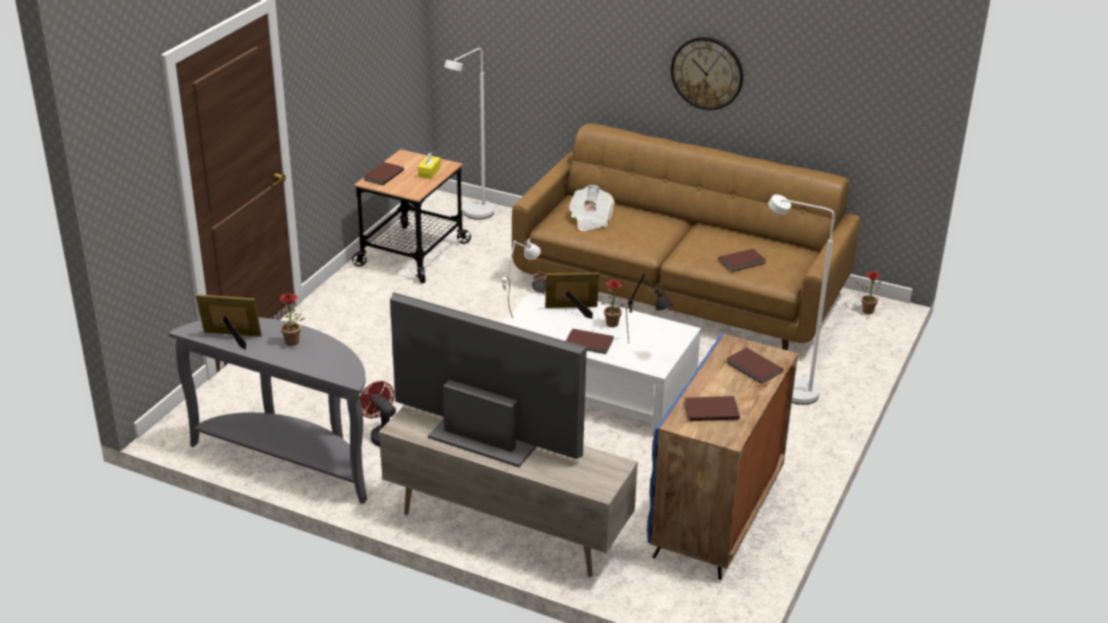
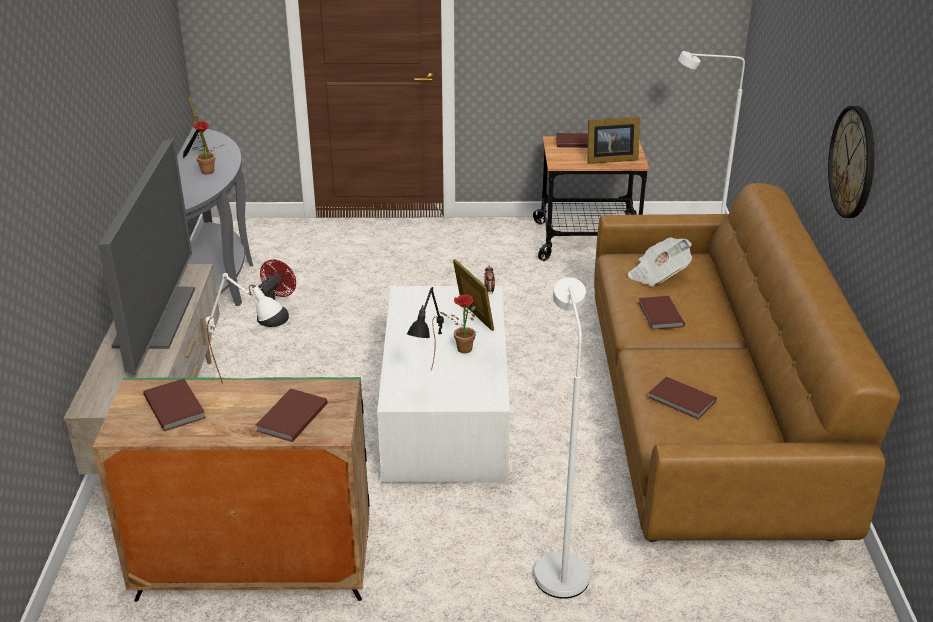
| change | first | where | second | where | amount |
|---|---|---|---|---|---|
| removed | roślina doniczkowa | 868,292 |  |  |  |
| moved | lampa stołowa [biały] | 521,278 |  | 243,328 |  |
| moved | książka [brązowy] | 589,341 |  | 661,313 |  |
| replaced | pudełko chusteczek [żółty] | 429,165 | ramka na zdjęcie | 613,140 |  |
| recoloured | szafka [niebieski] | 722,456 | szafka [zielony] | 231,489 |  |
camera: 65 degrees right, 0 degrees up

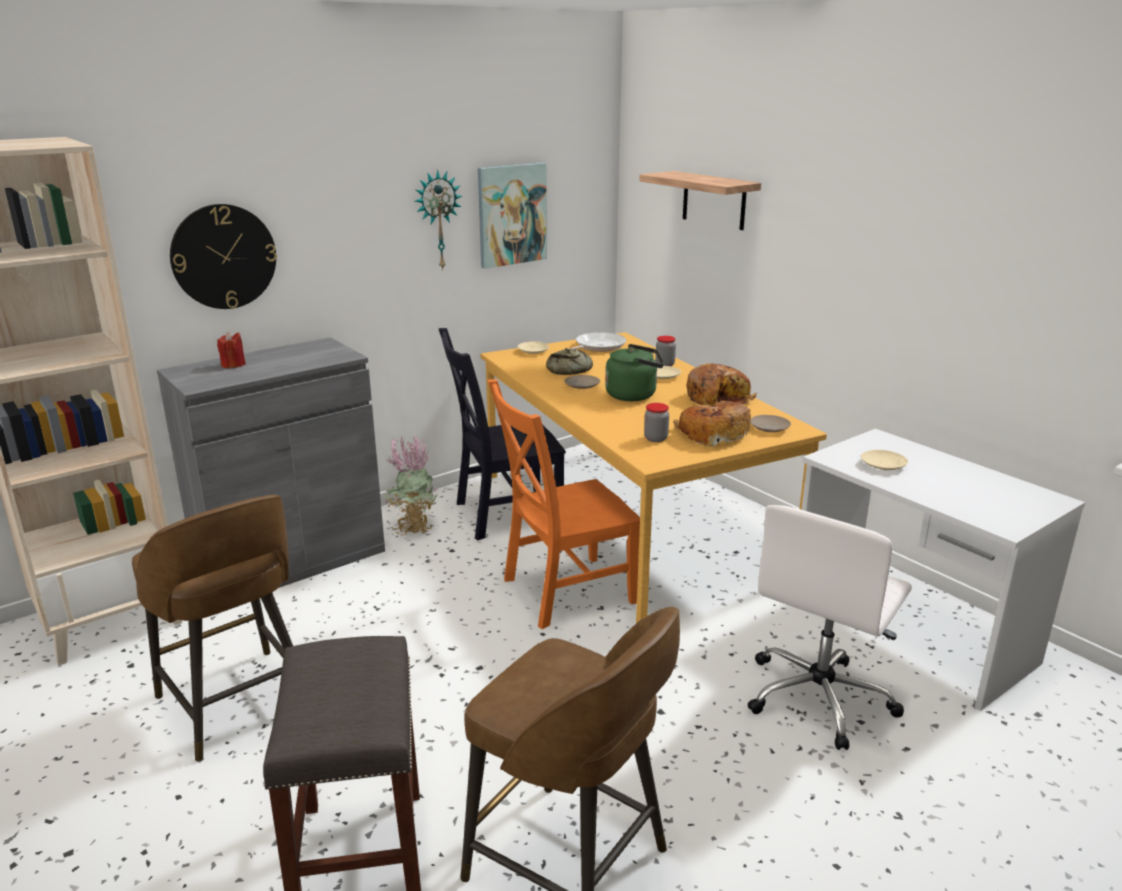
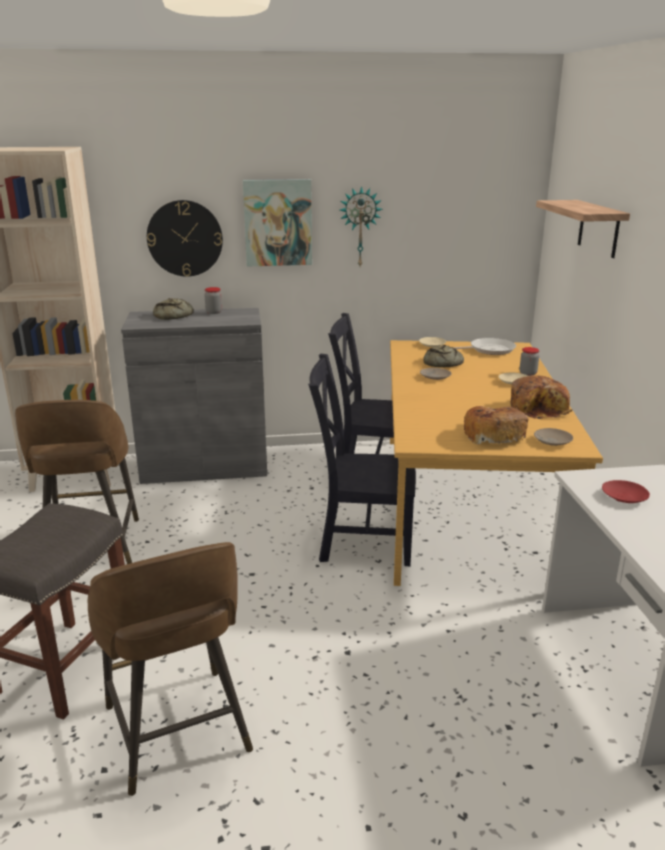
| change | first | where | second | where | amount |
|---|---|---|---|---|---|
| removed | roślina doniczkowa | 410,486 |  |  |  |
| removed | czajnik [zielony] | 634,372 |  |  |  |
| removed | krzesło biurowe [biały] | 829,627 |  |  |  |
| moved | obraz | 512,216 |  | 277,223 |  |
| moved | słoik | 656,422 |  | 213,300 |  |
| replaced | świeca [czerwony] | 231,350 | chleb | 173,309 |  |
| recoloured | krzesło [pomarańczowy] | 564,504 | krzesło [czarny] | 362,460 |  |
| recoloured | talerz [beżowy] | 884,460 | talerz [czerwony] | 626,491 |  |
camera: 30 degrees right, 0 degrees up

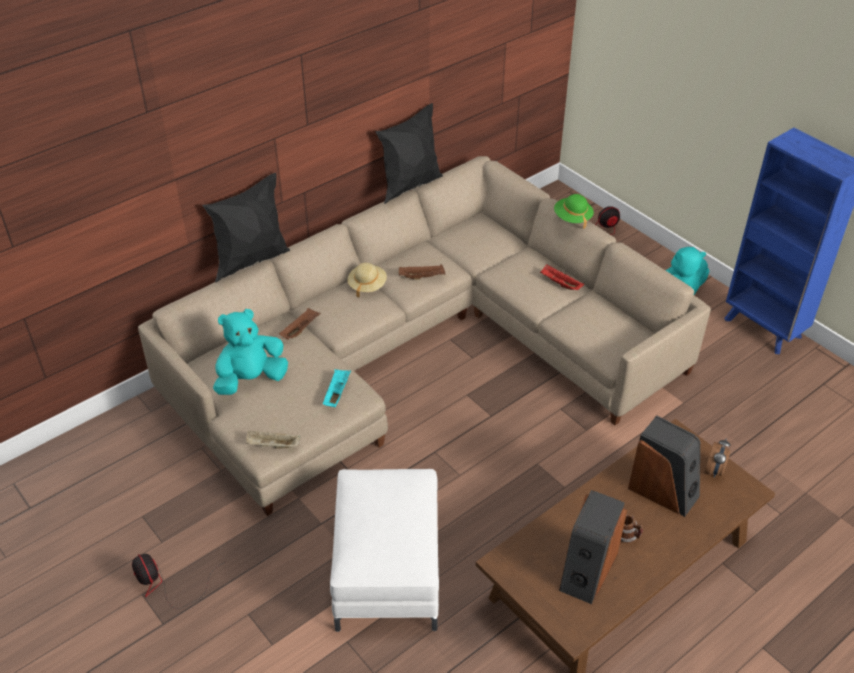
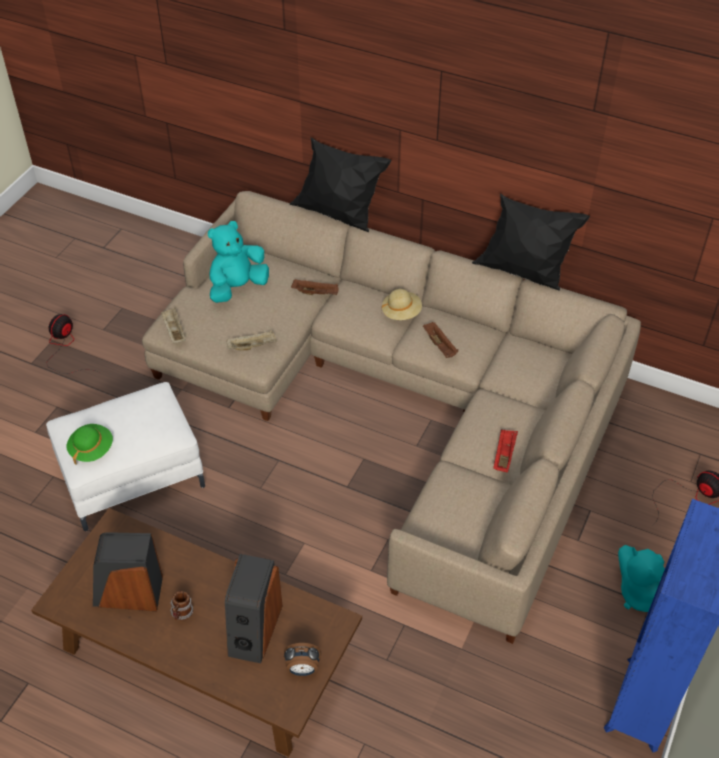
| change | first | where | second | where | amount |
|---|---|---|---|---|---|
| moved | kapelusz [zielony] | 574,211 |  | 90,444 |  |
| recoloured | taca [turkusowy] | 337,388 | taca [beżowy] | 251,340 |  |
| turned | pluszak [turkusowy] | 250,352 |  | 238,262 | 75 degrees counterclockwise |
camera: 65 degrees right, 5 degrees up

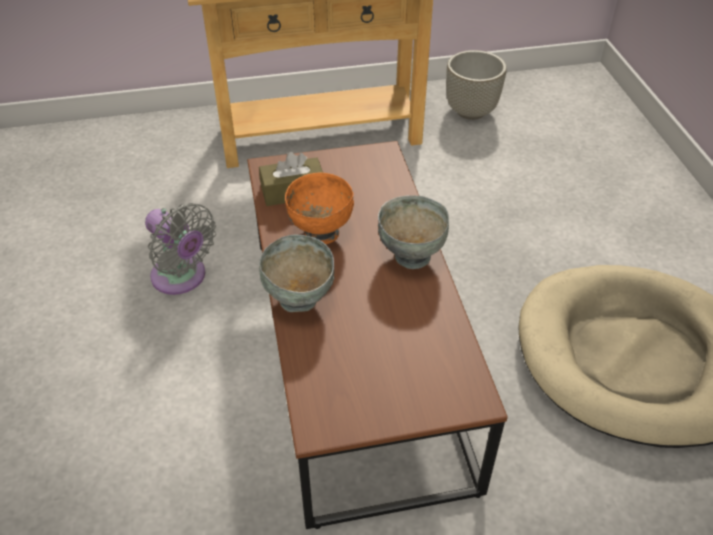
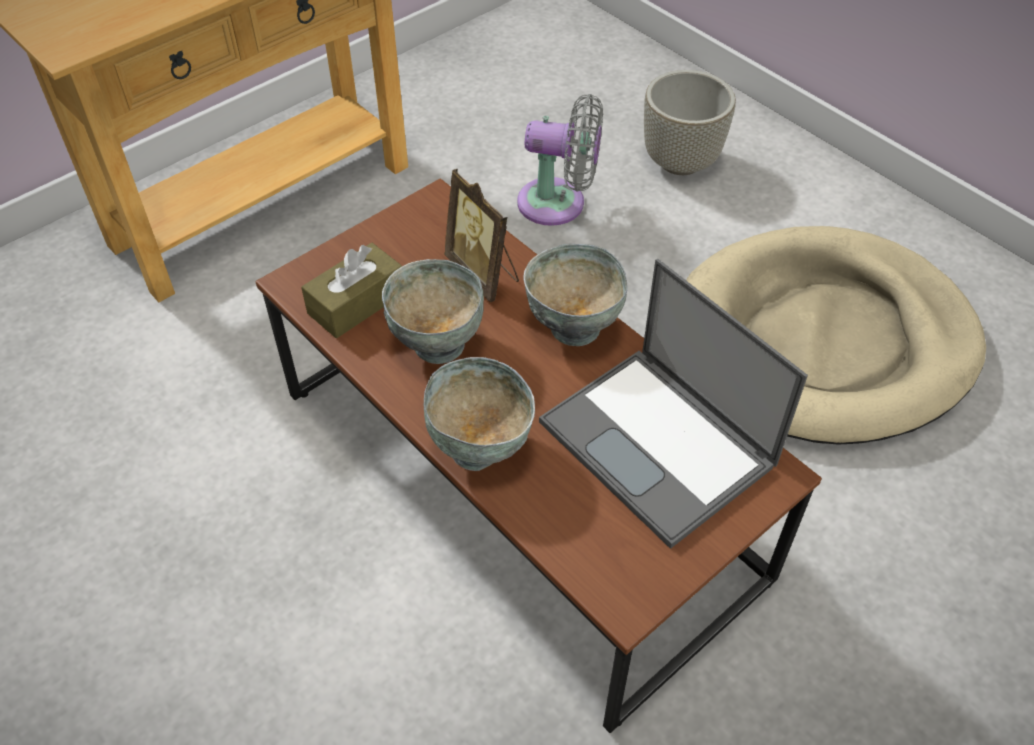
| change | first | where | second | where | amount |
|---|---|---|---|---|---|
| added |  |  | ramka na zdjęcie | 481,236 |  |
| added |  |  | laptop | 673,404 |  |
| moved | wentylator [szary] | 180,249 |  | 560,160 |  |
| moved | donica [szary] | 476,85 |  | 690,122 |  |
| recoloured | miska [pomarańczowy] | 319,208 | miska [szary] | 433,311 |  |
camera: 30 degrees left, 5 degrees up

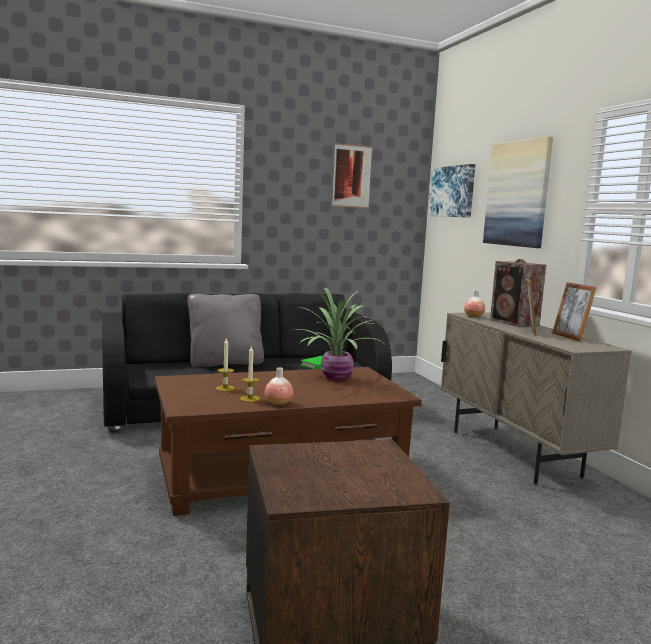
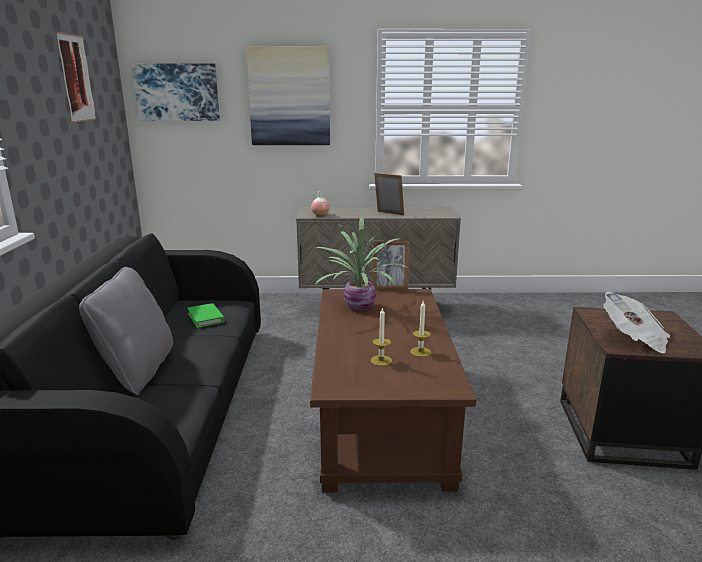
| change | first | where | second | where | amount |
|---|---|---|---|---|---|
| removed | wazon | 279,386 |  |  |  |
| removed | głośnik | 518,293 |  |  |  |
| added |  |  | gazeta | 636,323 |  |
| moved | ramka na zdjęcie | 574,312 |  | 390,265 |  |
camera: 70 degrees left, 10 degrees up

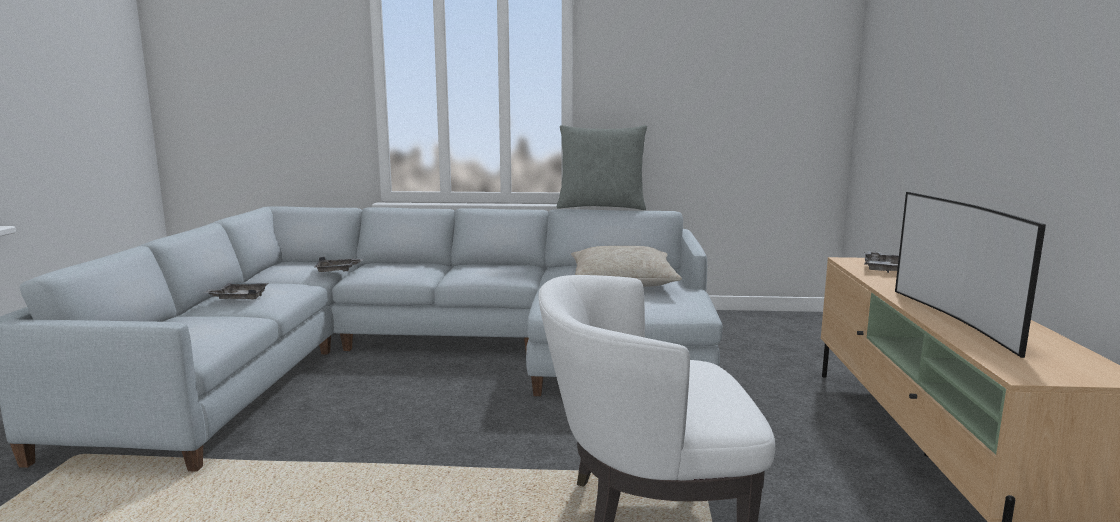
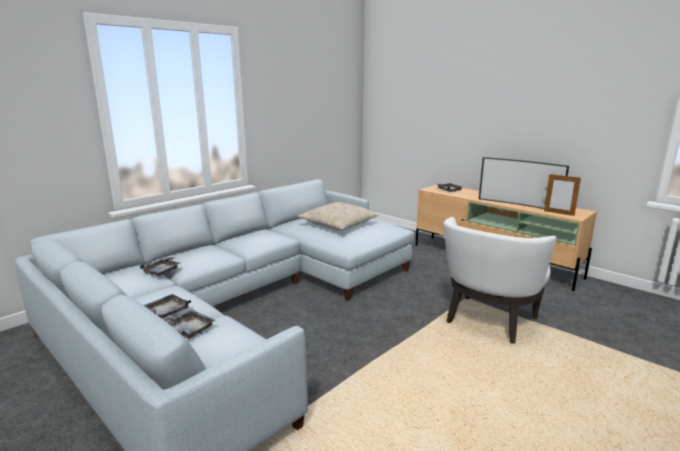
| change | first | where | second | where | amount |
|---|---|---|---|---|---|
| removed | poduszka [szary] | 602,167 |  |  |  |
| added |  |  | taca [szary] | 189,324 |  |
| added |  |  | ramka na zdjęcie | 562,194 |  |
camera: 50 degrees left, 5 degrees up

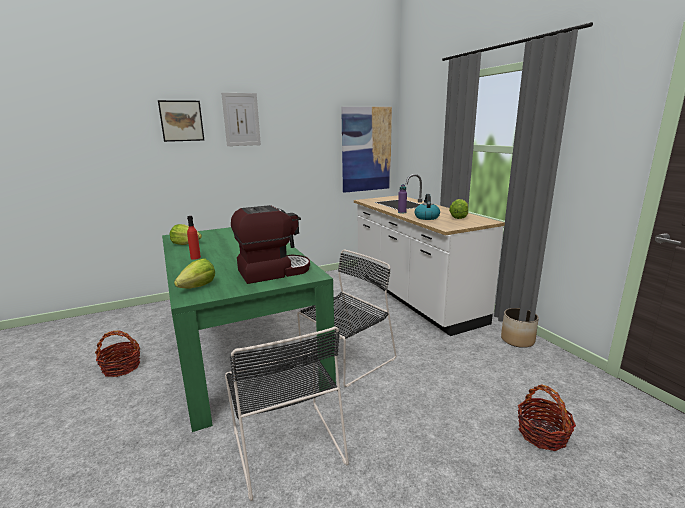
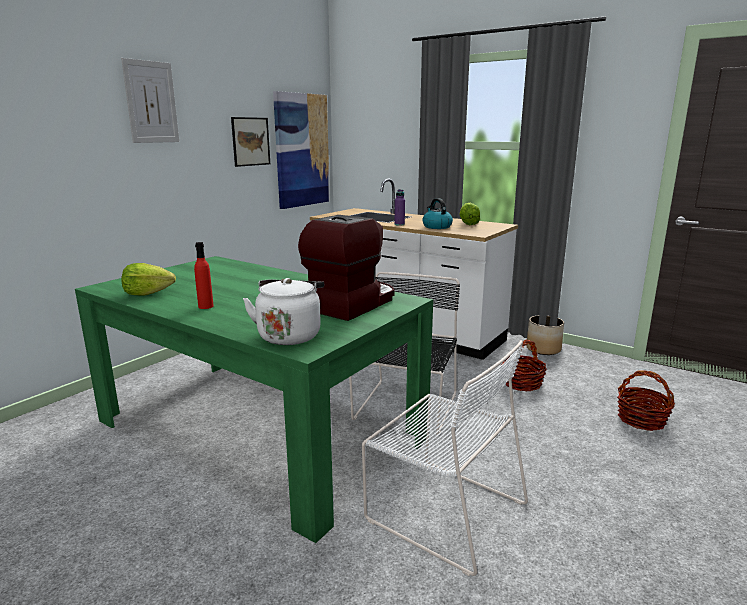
| change | first | where | second | where | amount |
|---|---|---|---|---|---|
| moved | koszyk | 117,354 |  | 524,365 |  |
| moved | obraz | 181,121 |  | 250,142 |  |
| replaced | sałata | 194,273 | czajnik [biały] | 283,311 |  |
| recoloured | krzesło [czarny] | 287,414 | krzesło [biały] | 445,458 |  |
camera: 30 degrees left, 0 degrees up

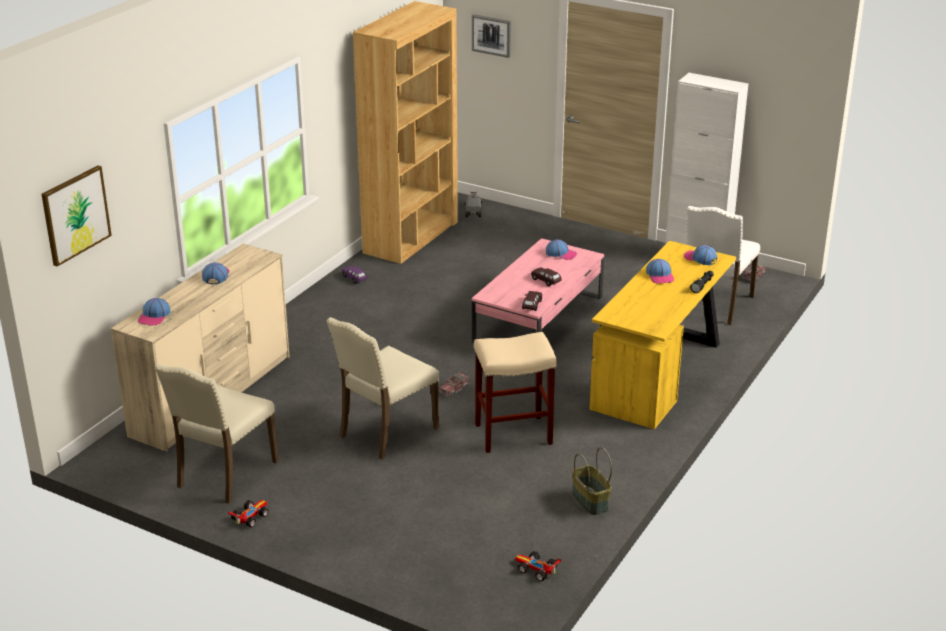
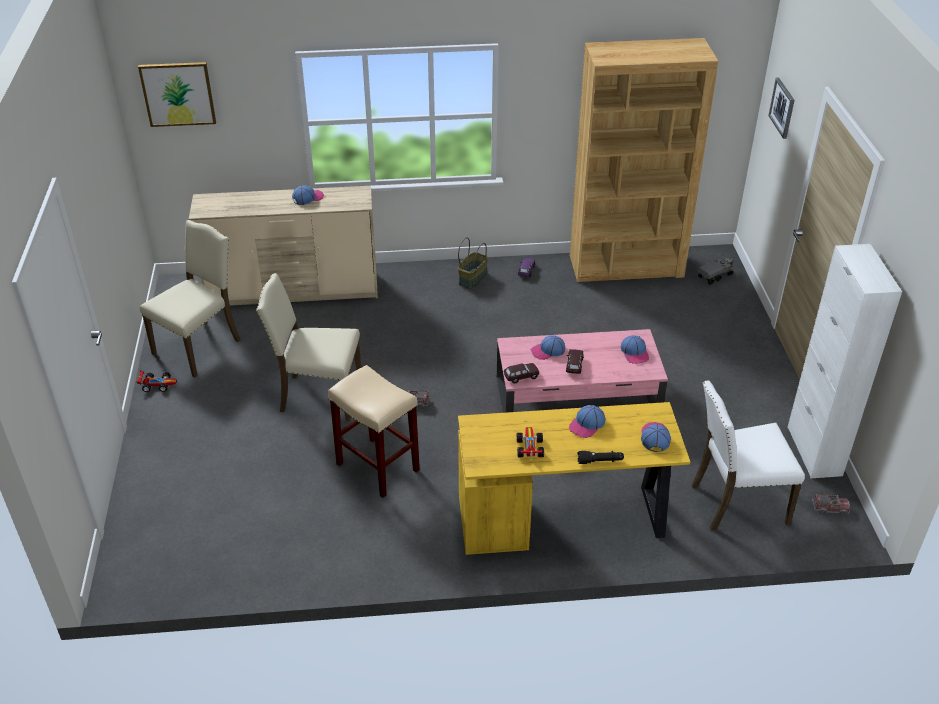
| change | first | where | second | where | amount |
|---|---|---|---|---|---|
| moved | czapka z daszkiem | 154,311 |  | 547,347 |  |
| moved | samochodzik | 538,566 |  | 530,443 |  |
| moved | koszyk | 592,481 |  | 473,263 |  |
| turned | krzesło [beżowy] | 216,434 |  | 190,299 | 135 degrees clockwise |
camera: 55 degrees right, 10 degrees up

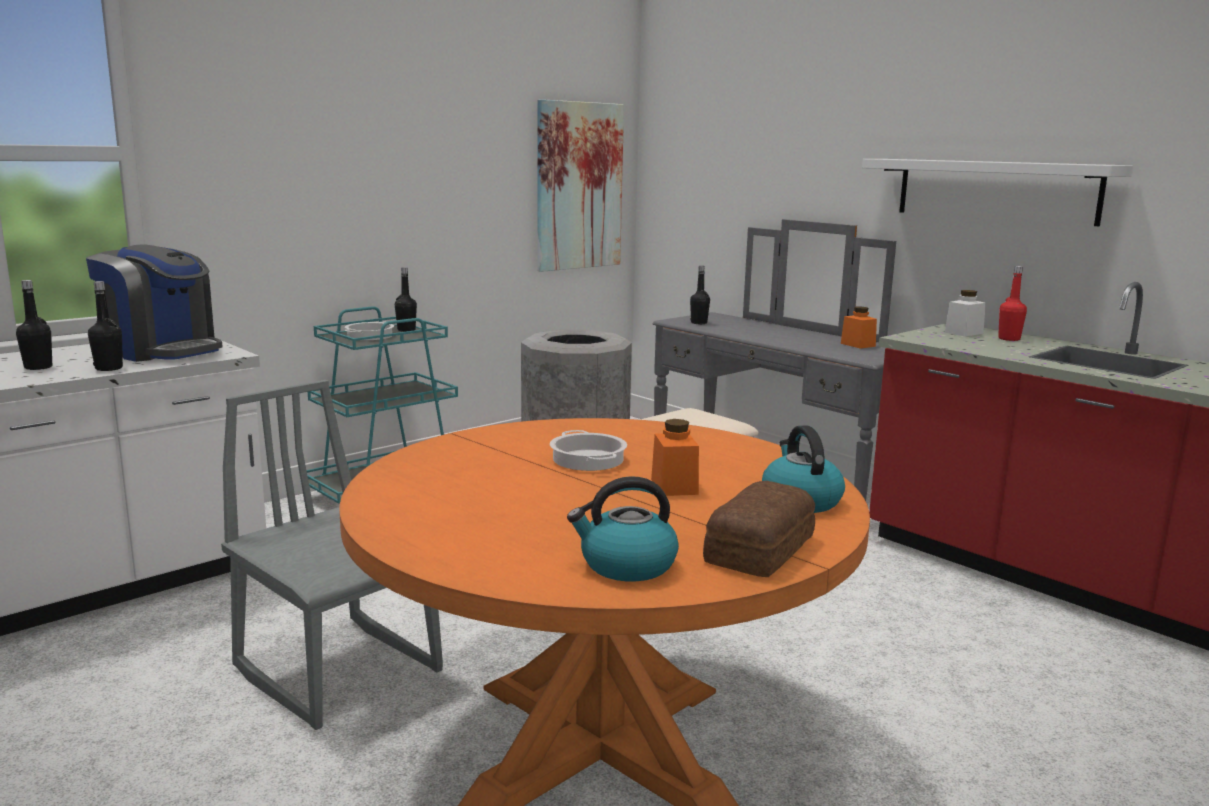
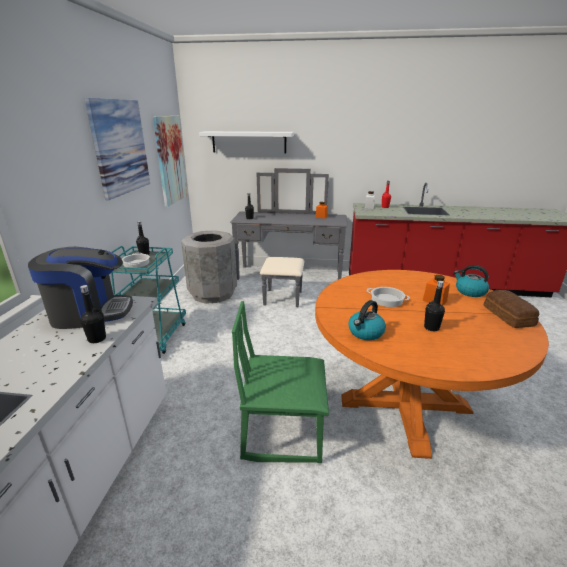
| change | first | where | second | where | amount |
|---|---|---|---|---|---|
| added |  |  | obraz | 117,149 |  |
| moved | butelka [czarny] | 34,325 |  | 434,306 |  |
| moved | czajnik | 623,528 |  | 367,320 |  |
| moved | półka [biały] | 997,192 |  | 246,142 |  |
| recoloured | krzesło [szary] | 332,555 | krzesło [zielony] | 280,382 |  |
camera: 40 degrees left, 10 degrees up

